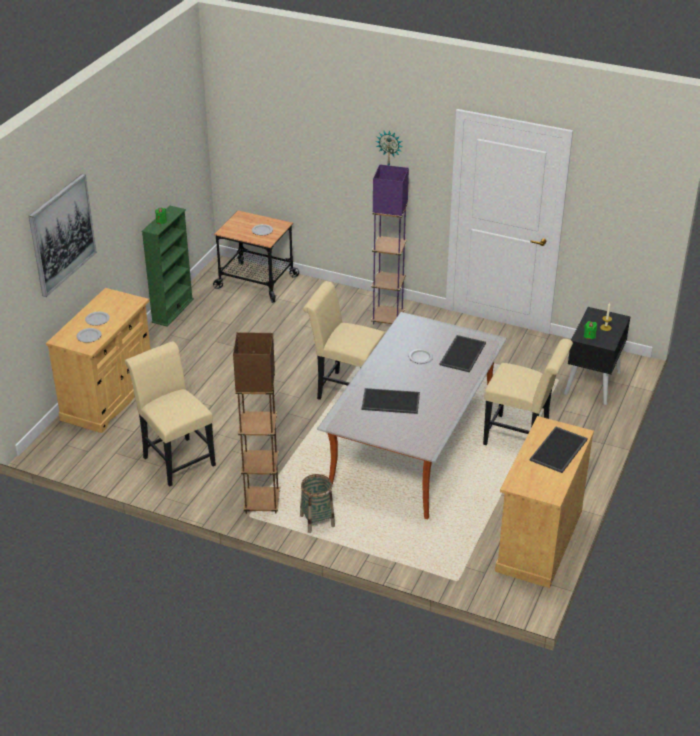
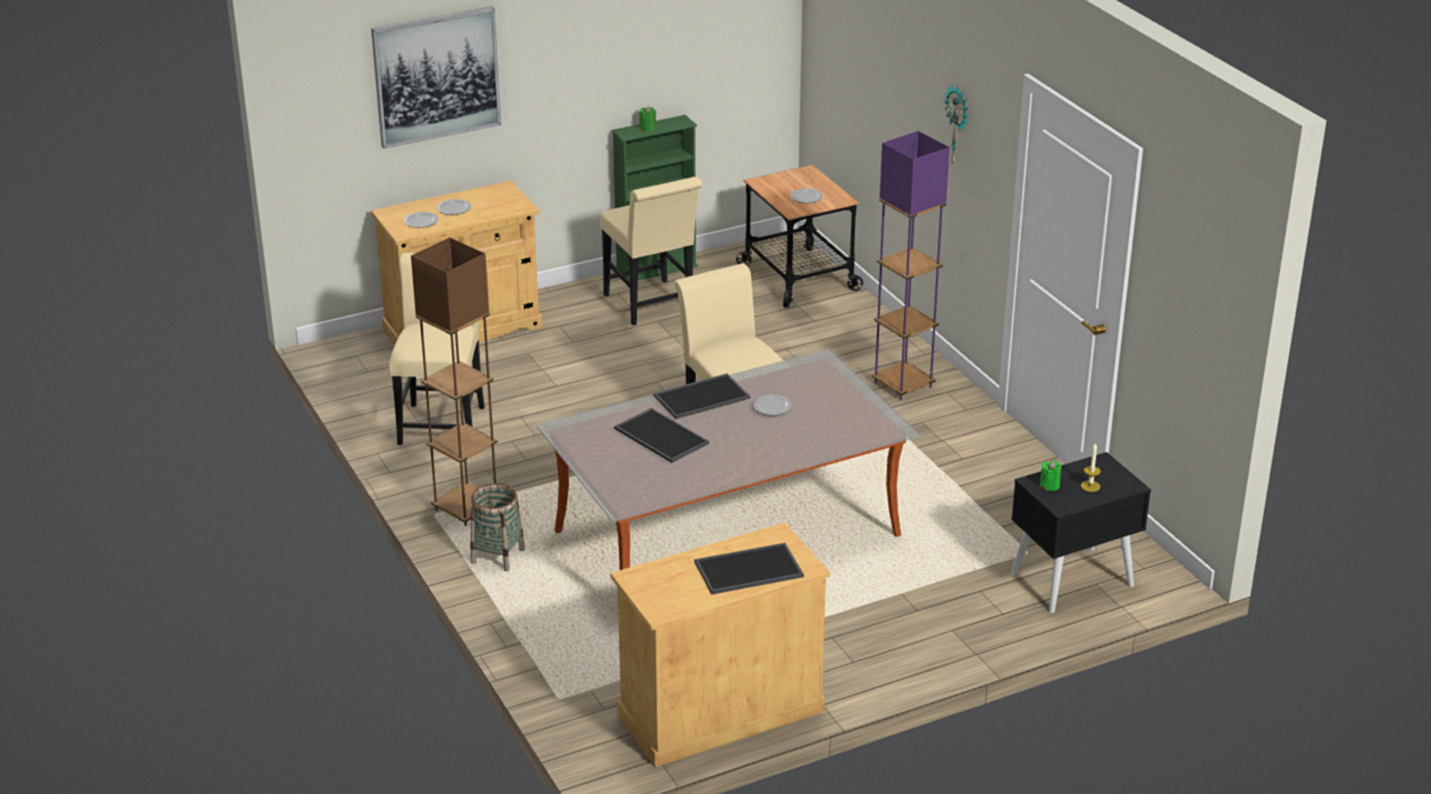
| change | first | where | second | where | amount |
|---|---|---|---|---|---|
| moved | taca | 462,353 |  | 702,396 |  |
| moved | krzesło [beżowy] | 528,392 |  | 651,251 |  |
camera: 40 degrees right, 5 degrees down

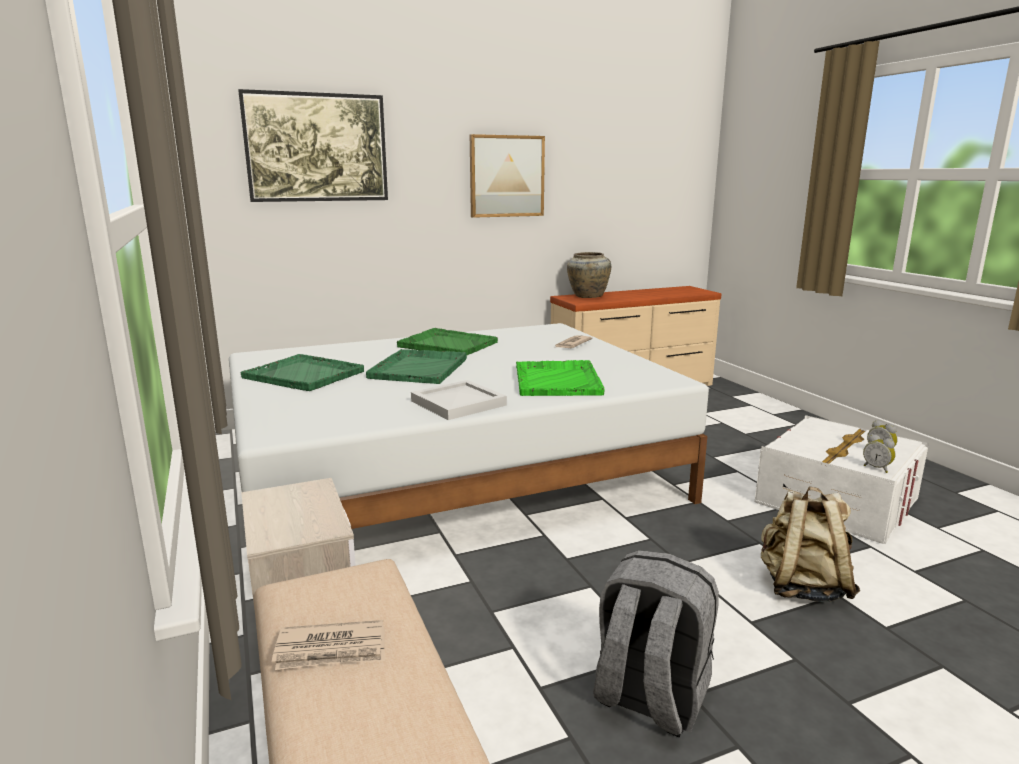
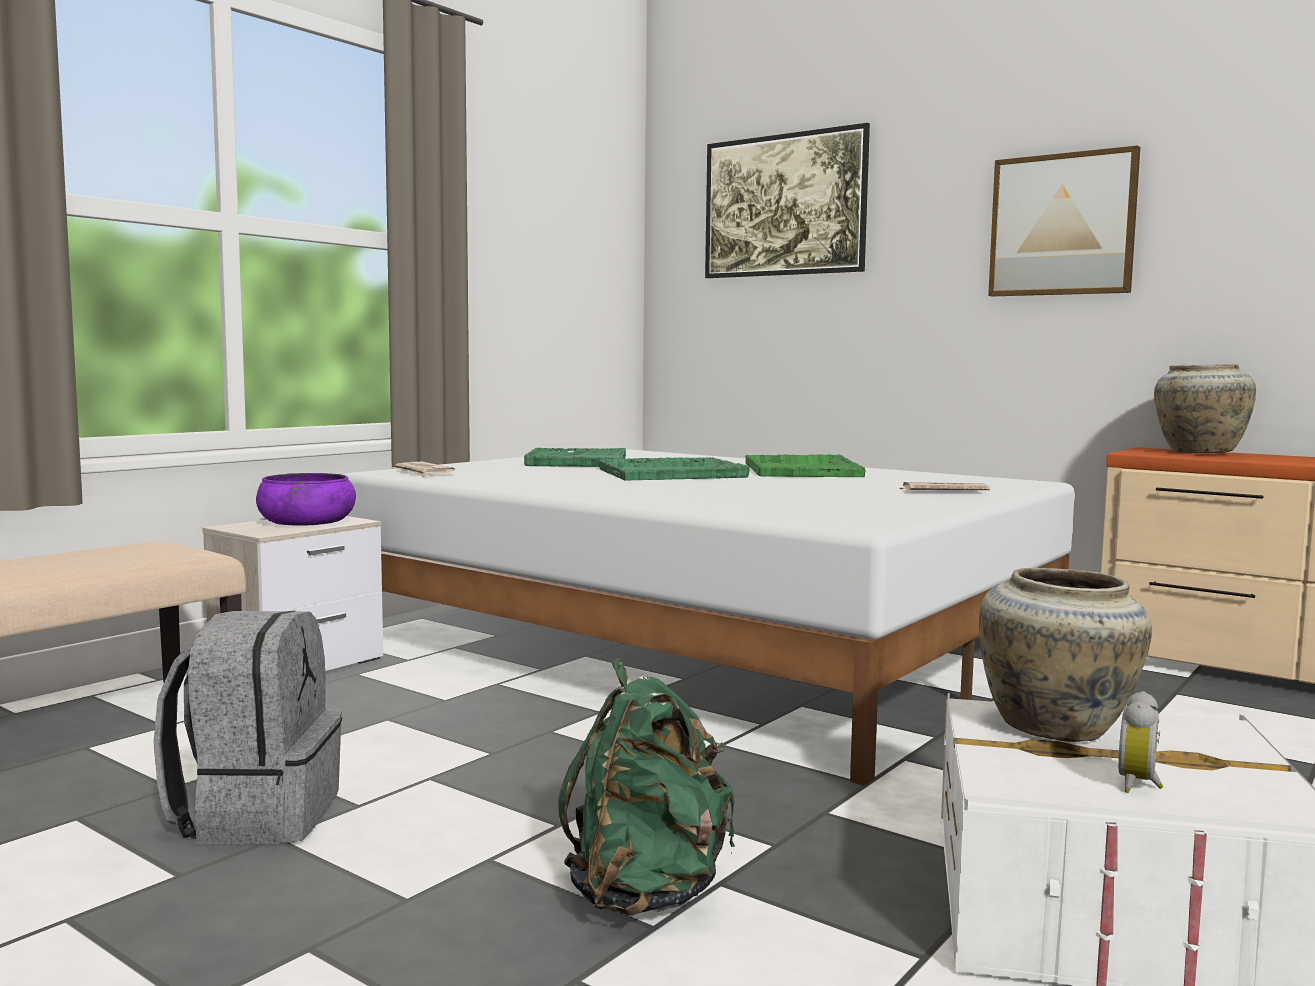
| change | first | where | second | where | amount |
|---|---|---|---|---|---|
| removed | taca [biały] | 459,400 |  |  |  |
| removed | taca [zielony] | 560,378 |  |  |  |
| removed | budzik | 879,453 |  |  |  |
| added |  |  | miska [fioletowy] | 306,499 |  |
| added |  |  | wazon [beżowy] | 1065,655 |  |
| moved | gazeta | 328,645 |  | 423,469 |  |
| recoloured | plecak [beżowy] | 810,544 | plecak [zielony] | 646,787 |  |
camera: 60 degrees right, 10 degrees down

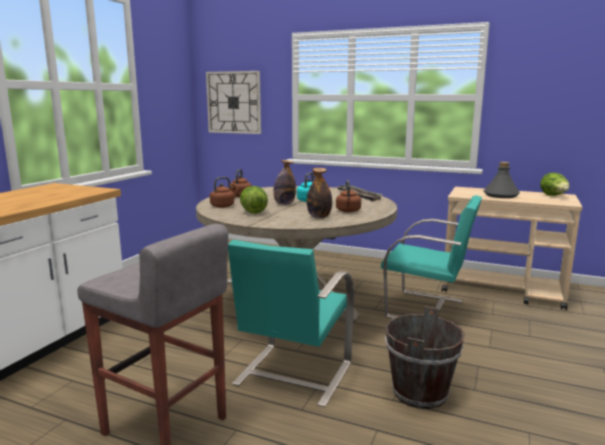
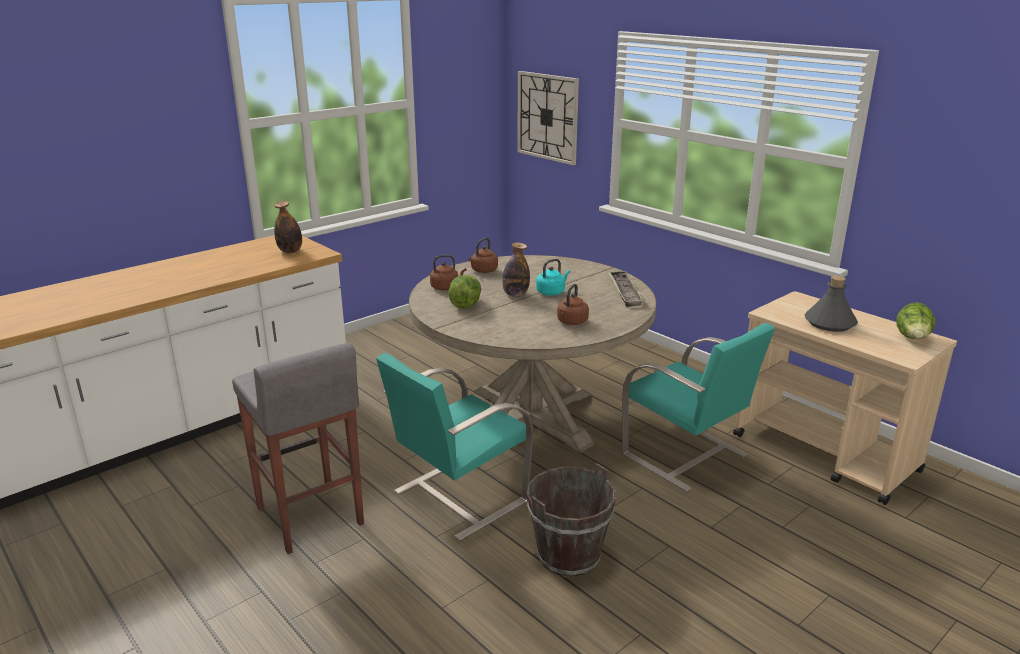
| change | first | where | second | where | amount |
|---|---|---|---|---|---|
| moved | butelka | 319,193 |  | 288,227 |  |
camera: 25 degrees right, 10 degrees up

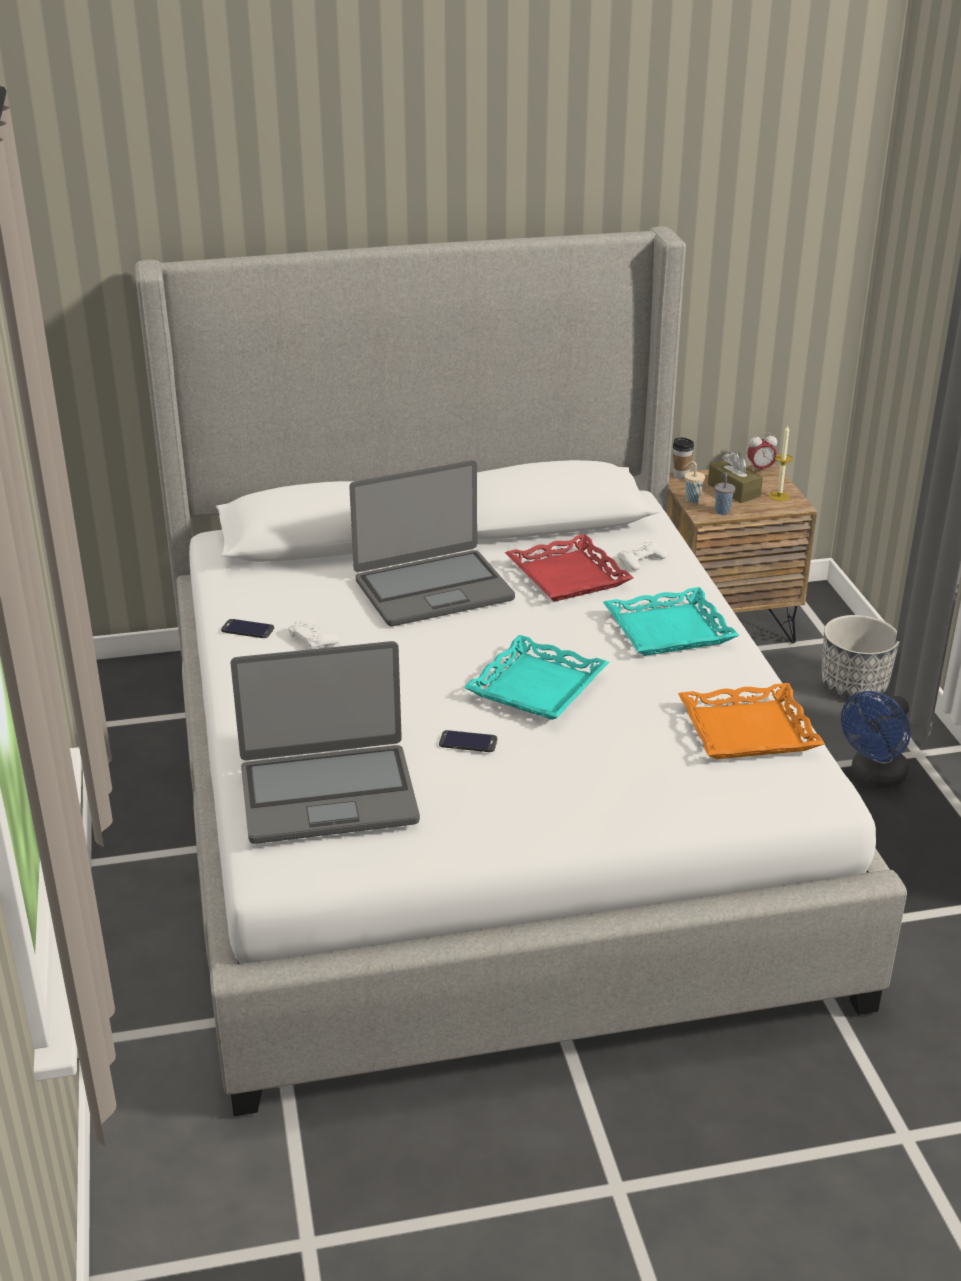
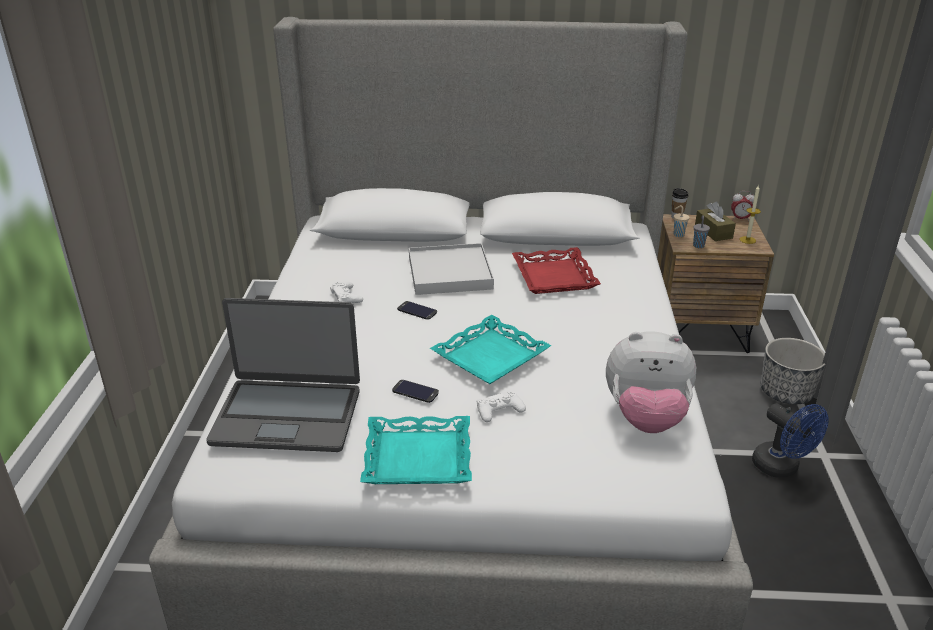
| change | first | where | second | where | amount |
|---|---|---|---|---|---|
| moved | telefon | 247,628 |  | 417,310 |  |
| moved | taca [turkusowy] | 671,621 |  | 416,450 |  |
| moved | pad do gier [biały] | 642,556 |  | 501,406 |  |
| replaced | laptop | 432,543 | taca [biały] | 451,269 |  |
| replaced | taca [pomarańczowy] | 751,721 | pluszak | 651,382 |  |
| turned | wentylator [niebieski] | 876,739 |  | 790,440 | 90 degrees counterclockwise |
camera: 15 degrees right, 0 degrees up

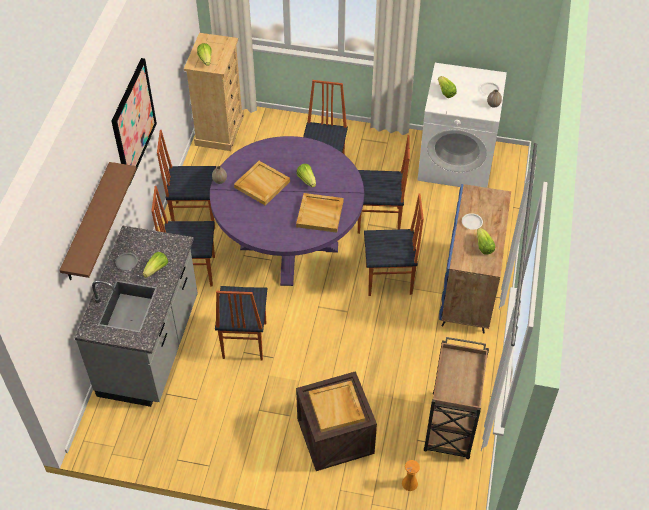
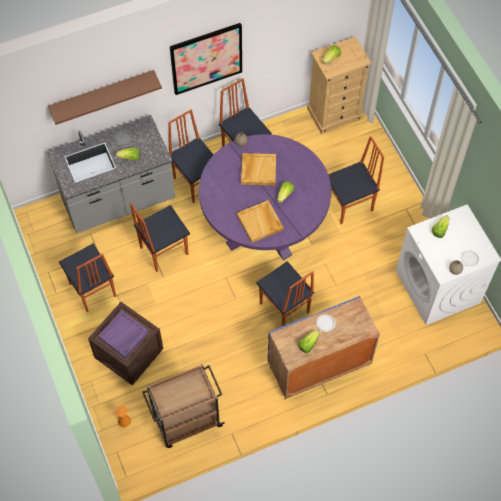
| change | first | where | second | where | amount |
|---|---|---|---|---|---|
| moved | krzesło | 384,184 |  | 87,278 |  |
| recoloured | taca [beżowy] | 337,407 | taca [fioletowy] | 123,334 |  |
camera: 55 degrees right, 10 degrees up

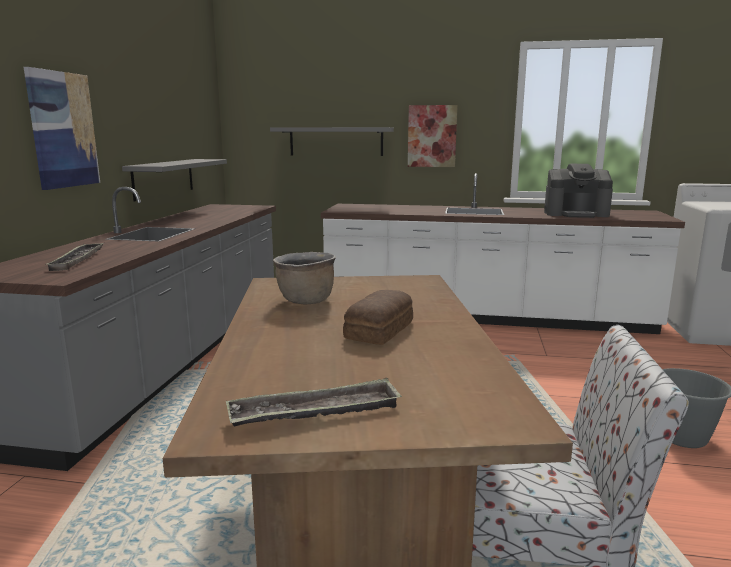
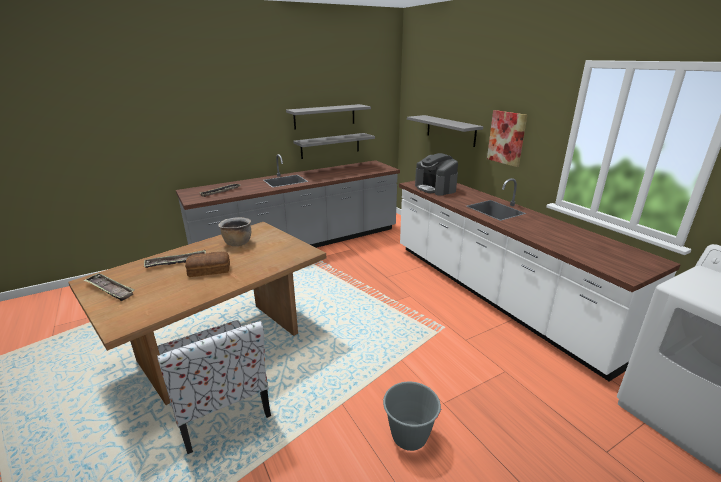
| change | first | where | second | where | amount |
|---|---|---|---|---|---|
| removed | obraz | 62,128 |  |  |  |
| added |  |  | taca | 175,259 |  |
| added |  |  | półka [szary] | 328,117 |  |
| moved | ekspres do kawy | 578,191 |  | 436,174 |  |
camera: 50 degrees right, 10 degrees up

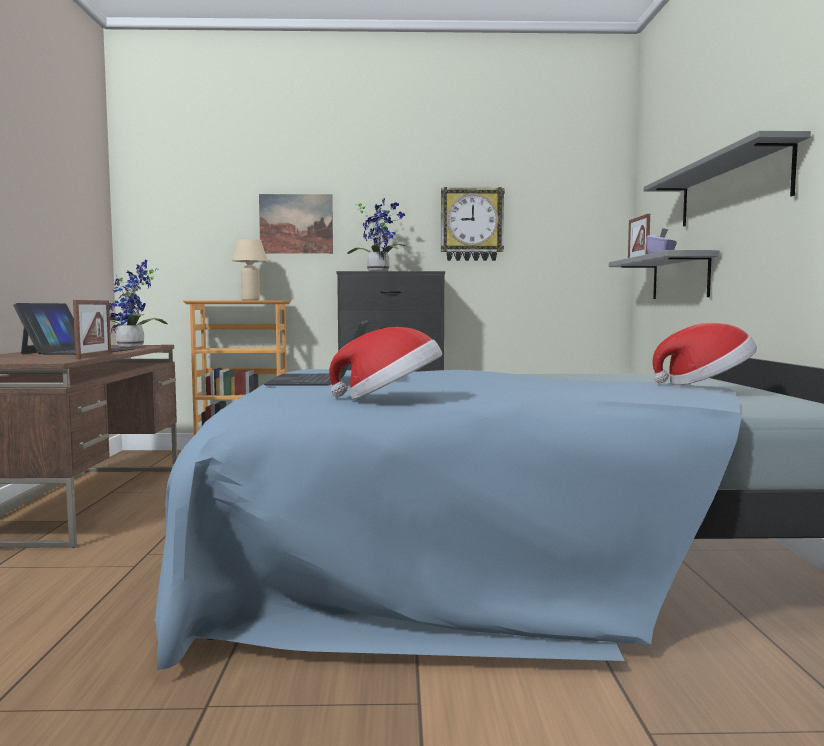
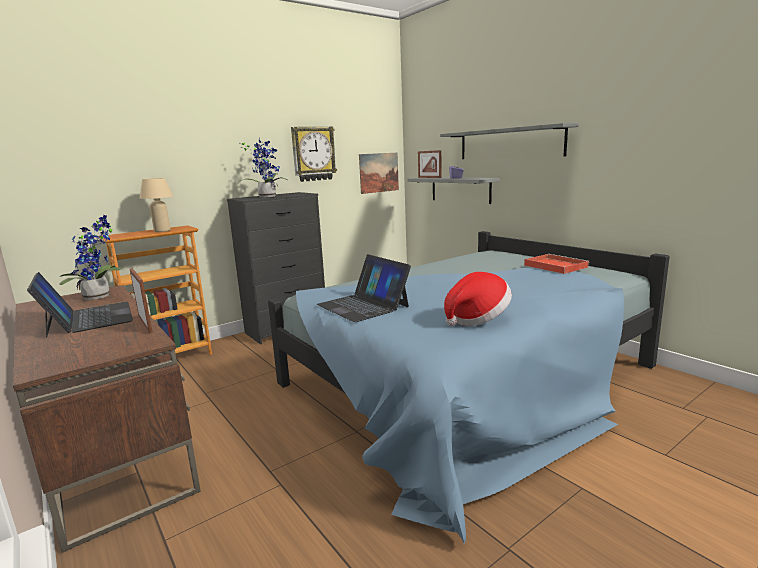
| change | first | where | second | where | amount |
|---|---|---|---|---|---|
| moved | obraz | 296,224 |  | 379,173 |  |
| replaced | kapelusz | 704,354 | taca [czerwony] | 556,264 |  |
camera: 35 degrees left, 10 degrees up

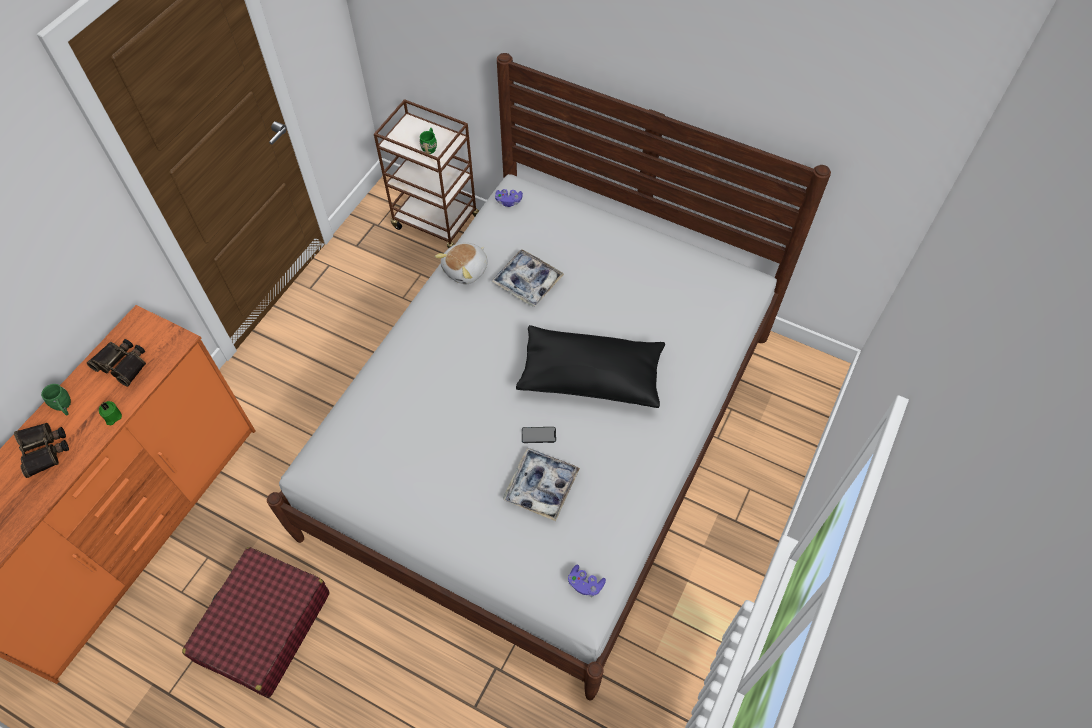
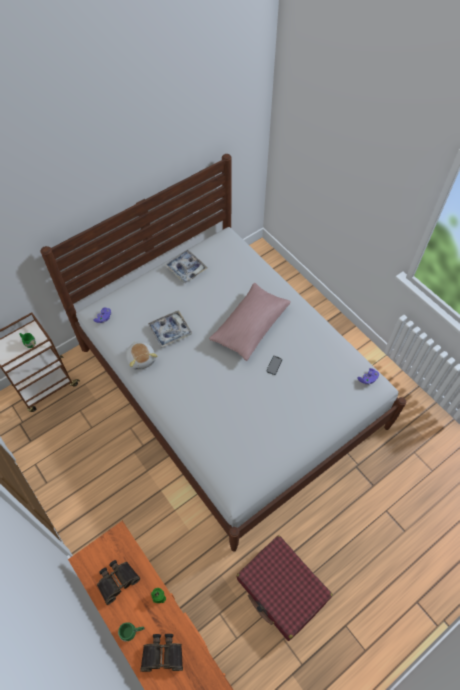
| change | first | where | second | where | amount |
|---|---|---|---|---|---|
| moved | taca | 541,484 |  | 186,266 |  |
| recoloured | poduszka [czarny] | 590,366 | poduszka [różowy] | 250,322 |  |
camera: 65 degrees left, 0 degrees up

